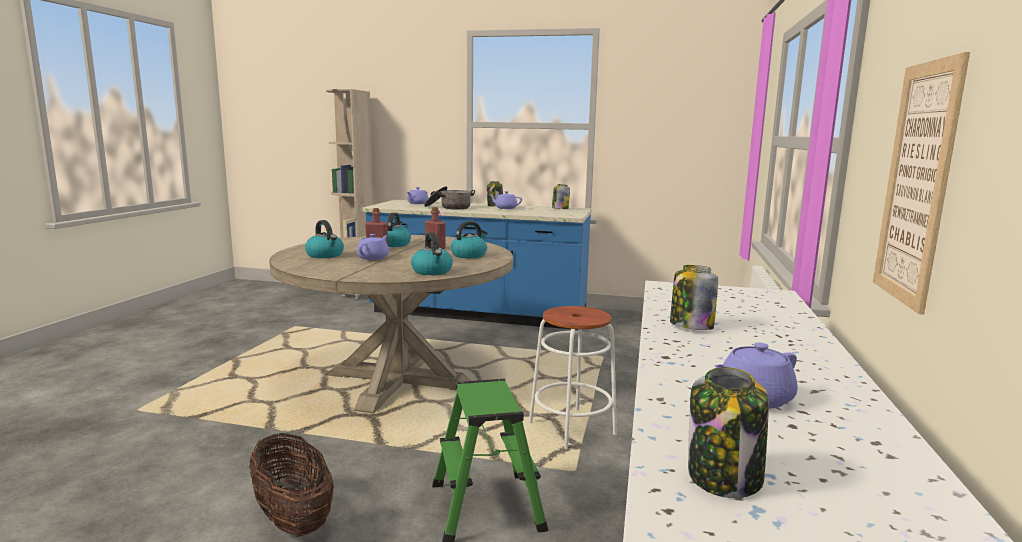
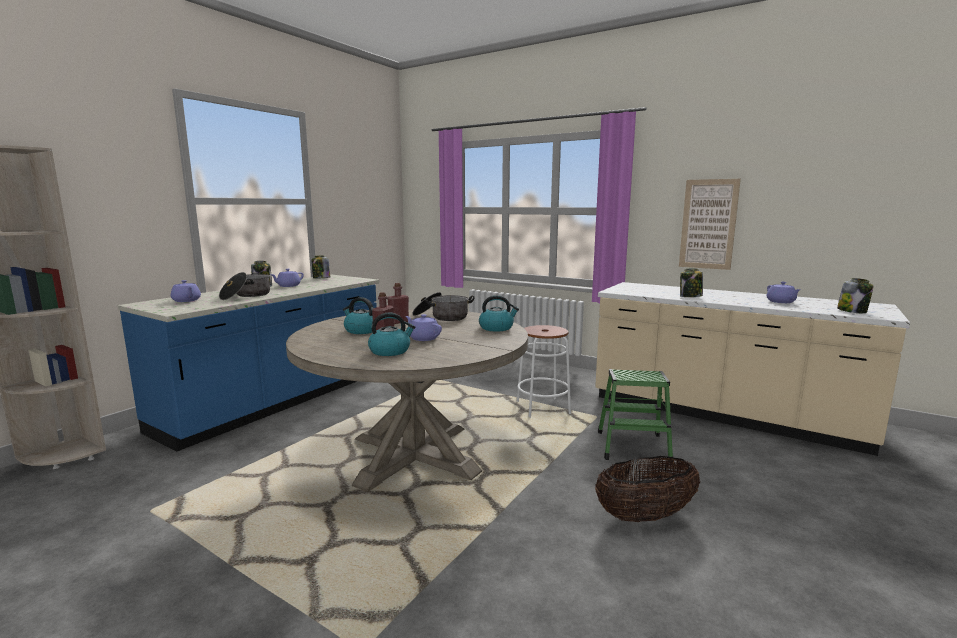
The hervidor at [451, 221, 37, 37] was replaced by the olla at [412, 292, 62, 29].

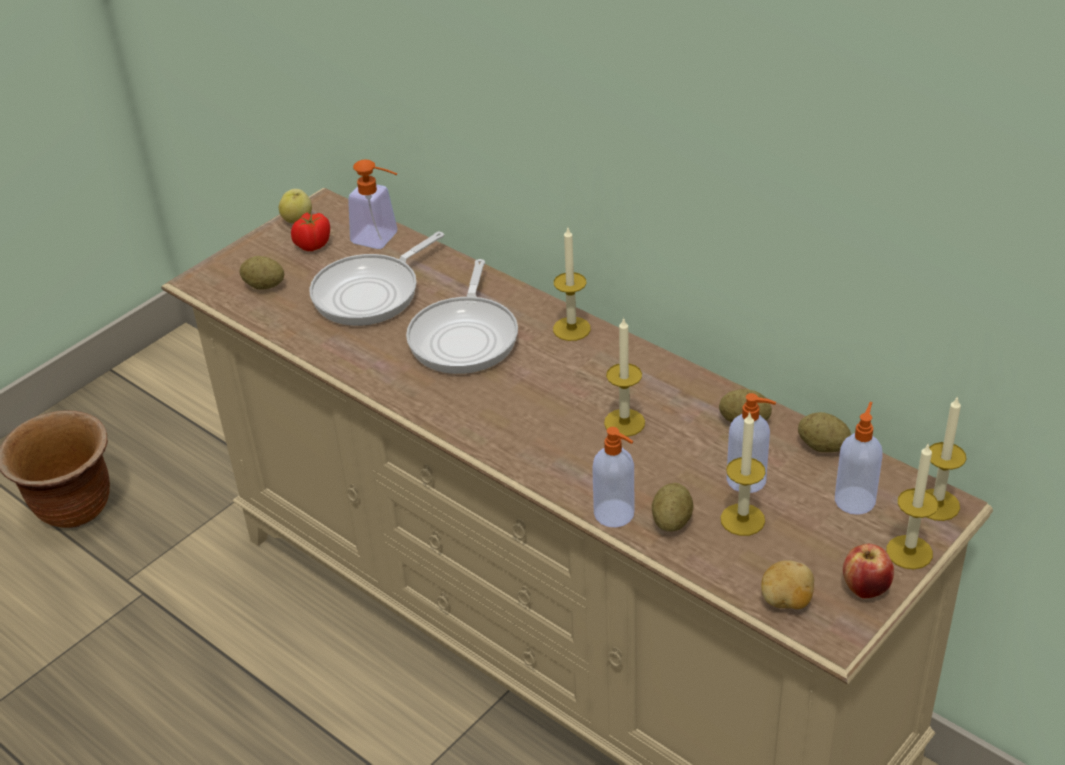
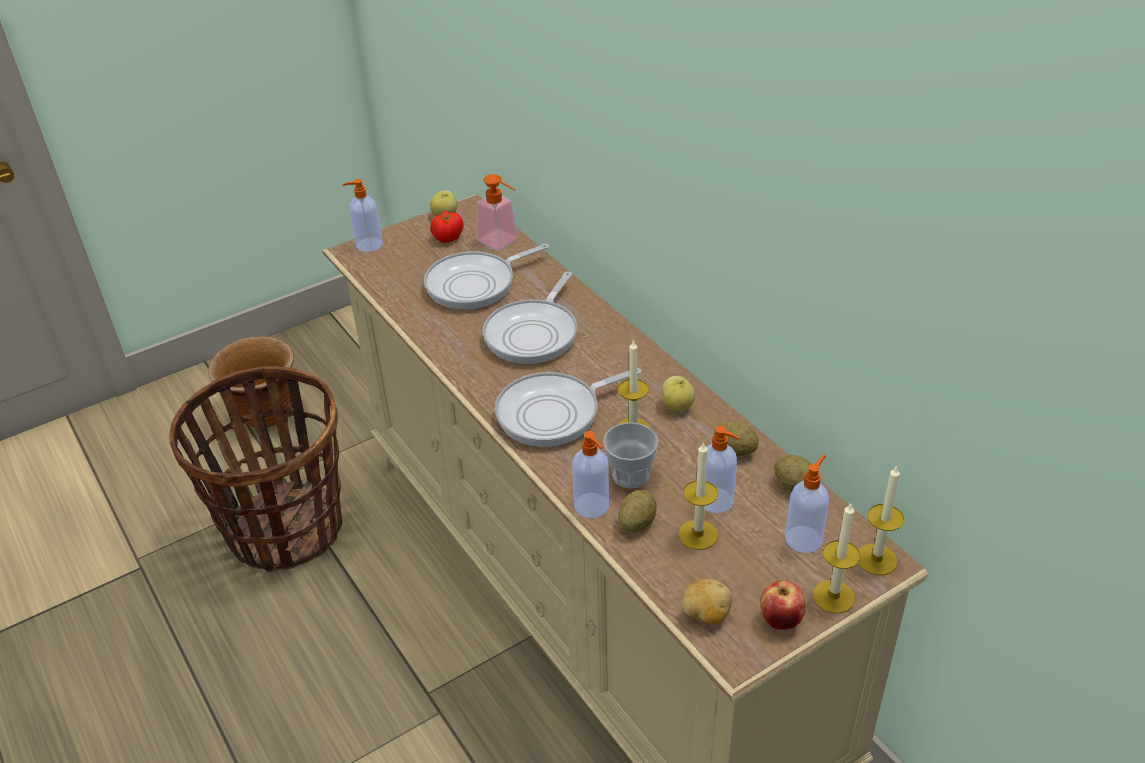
The patata at [240, 256, 44, 34] disappeared.
The vela at [553, 228, 38, 113] disappeared.
The cesta at [169, 366, 173, 206] appeared.
The dispensador de jabón at [342, 179, 41, 73] appeared.
The sartén at [495, 368, 146, 79] appeared.
The taza at [603, 422, 56, 67] appeared.
The manzana at [661, 376, 34, 36] appeared.

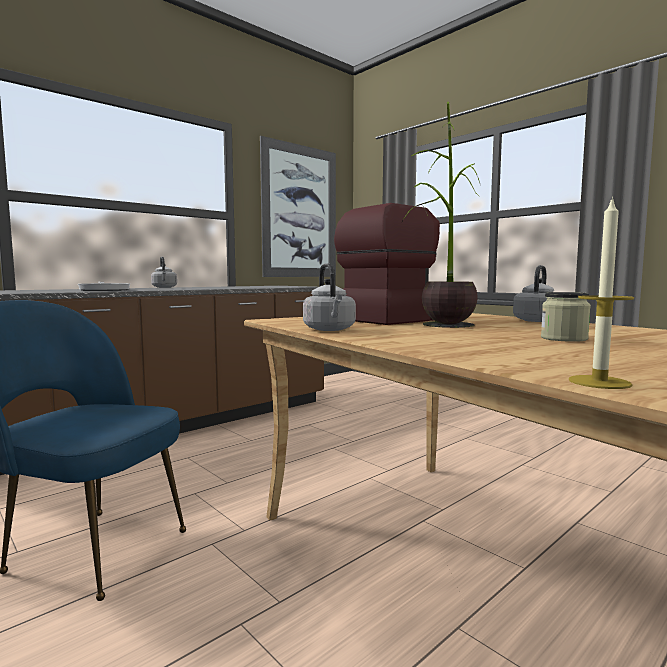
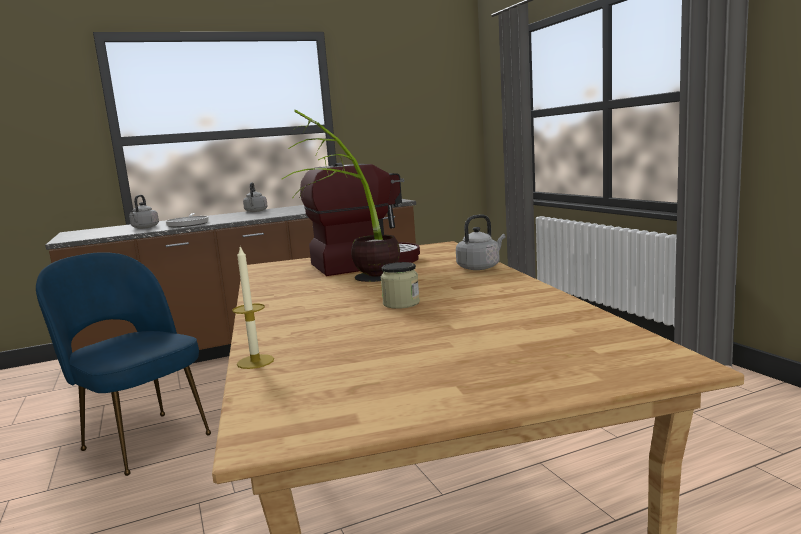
The cuadro at [260, 136, 76, 141] disappeared.
The hervidor (gris) moved from [303, 263, 53, 68] to [129, 195, 30, 34].

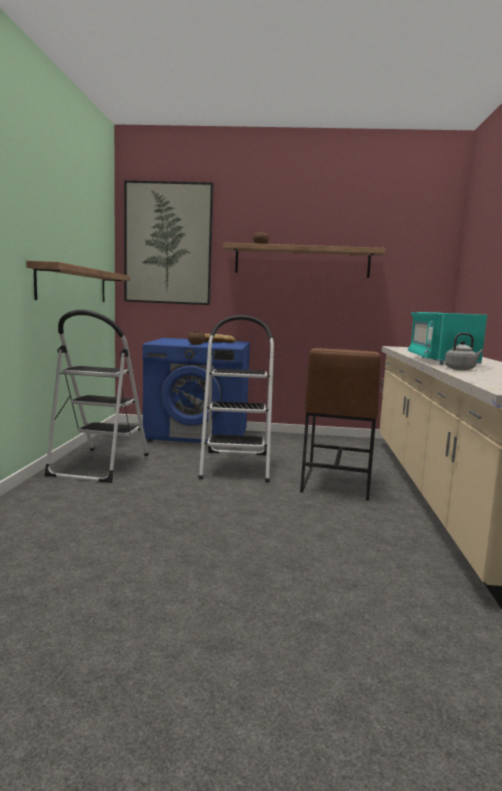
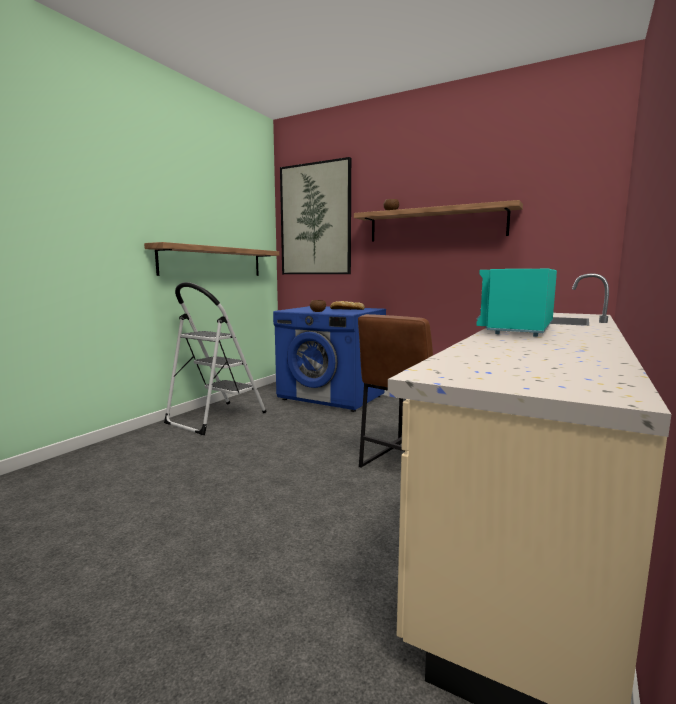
The escalera de tijera at [198, 315, 76, 167] disappeared.
The hervidor (gris) at [445, 333, 38, 37] disappeared.

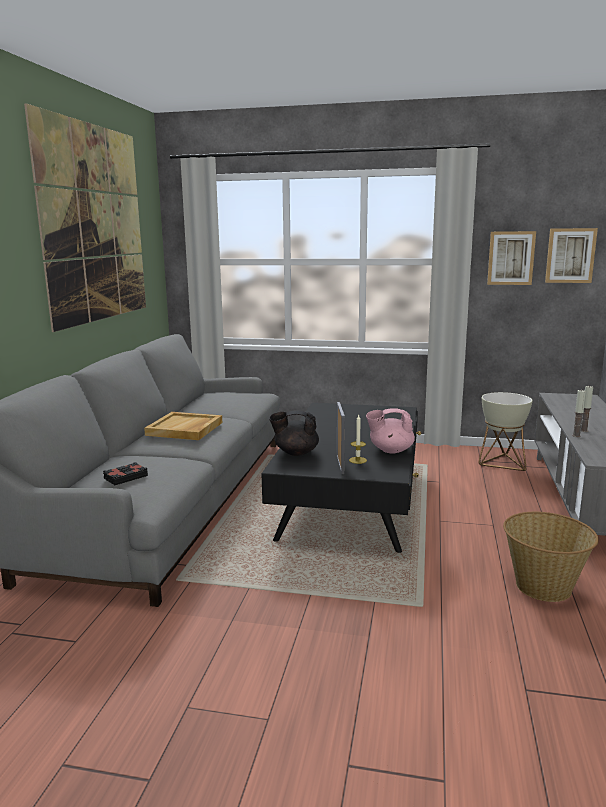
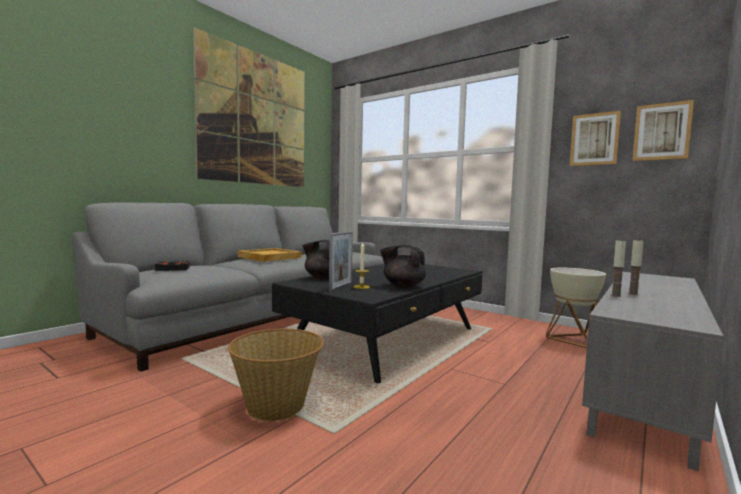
The cesta moved from [503, 512, 96, 90] to [228, 329, 96, 92].
The tetera (rosa) at [366, 408, 49, 46] became the tetera (negro) at [380, 245, 46, 43].

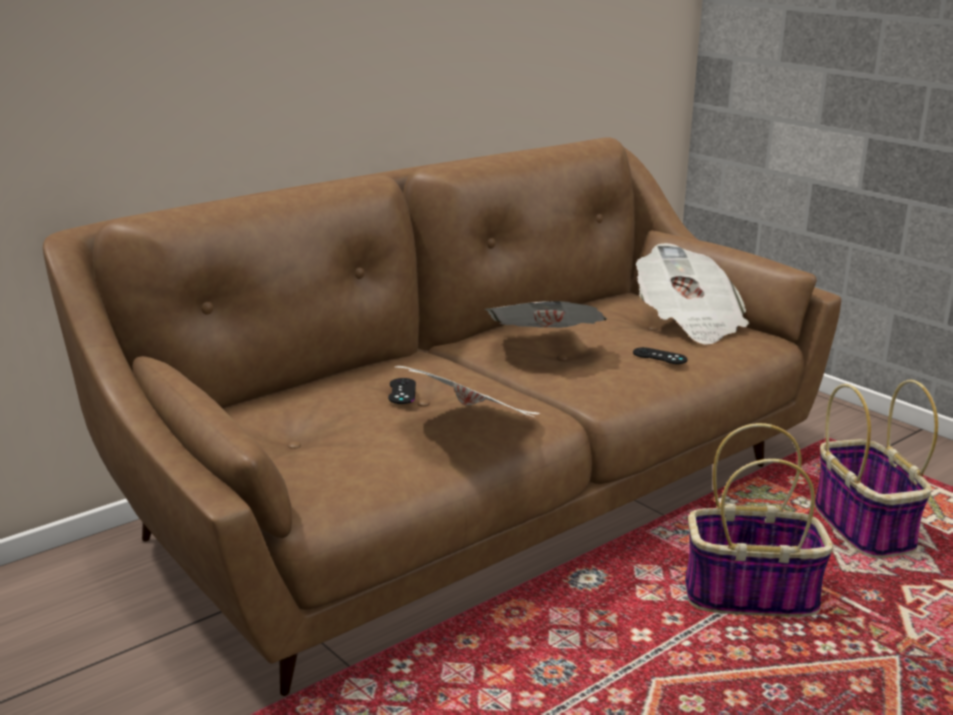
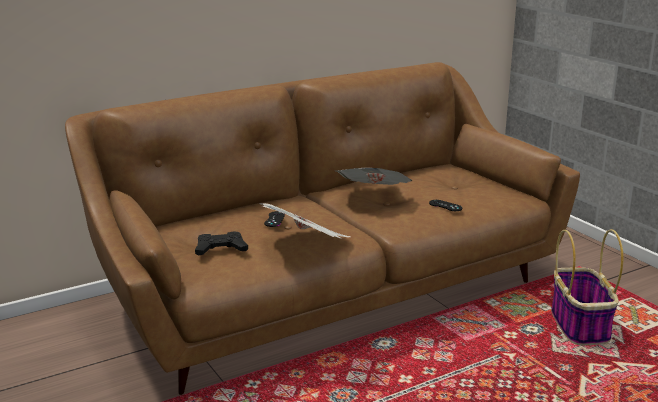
The periódico at [636, 243, 113, 102] disappeared.
The cesta at [685, 423, 148, 194] disappeared.
The mando de consola (negro) at [195, 231, 53, 25] appeared.

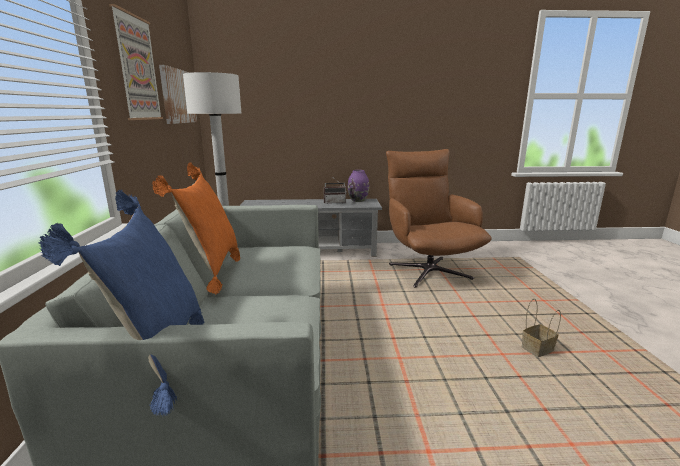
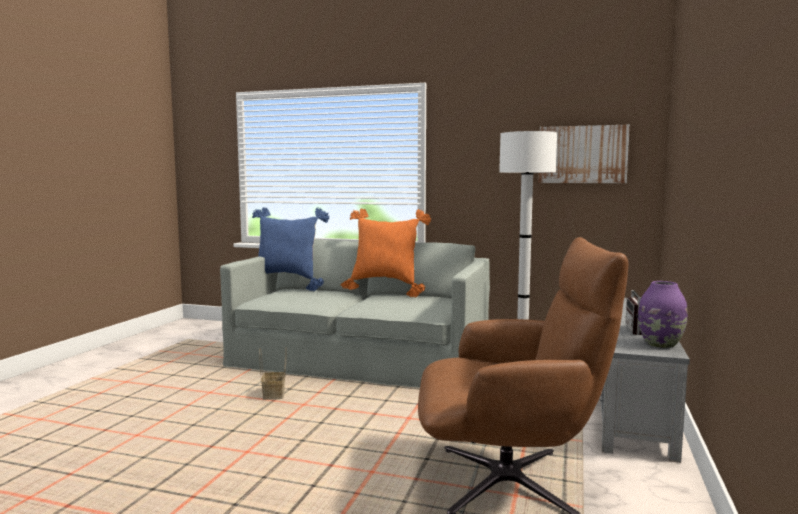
The cuadro at [109, 4, 54, 116] disappeared.
The cesta moved from [522, 298, 39, 59] to [259, 347, 28, 53].

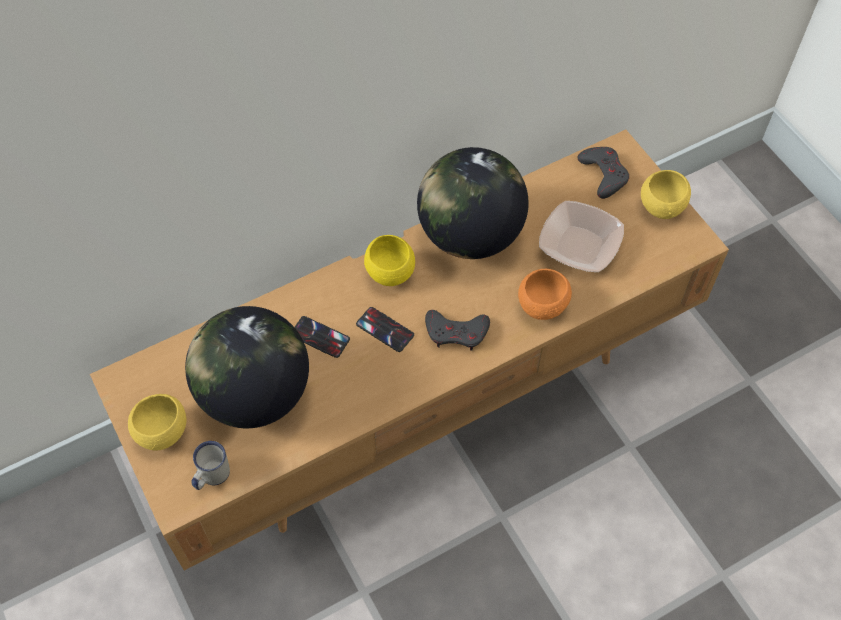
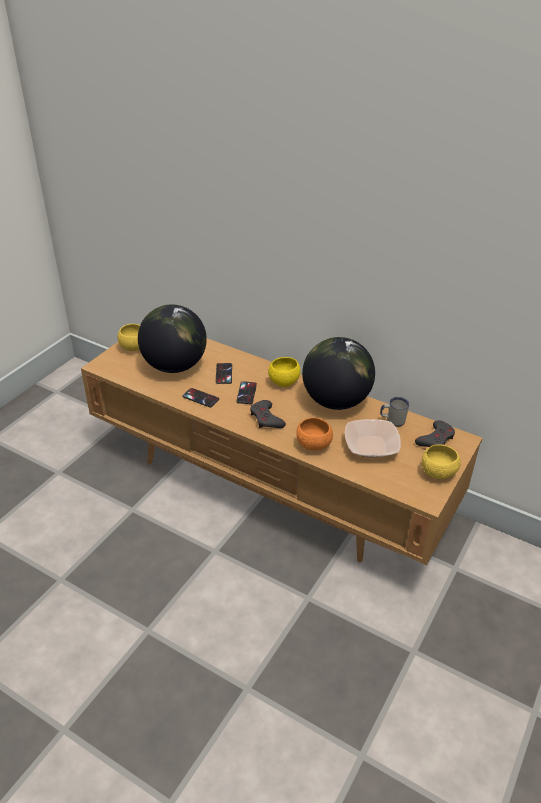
The móvil at [182, 388, 37, 19] appeared.
The taza grande (blanco) moved from [192, 441, 38, 49] to [380, 397, 29, 30].

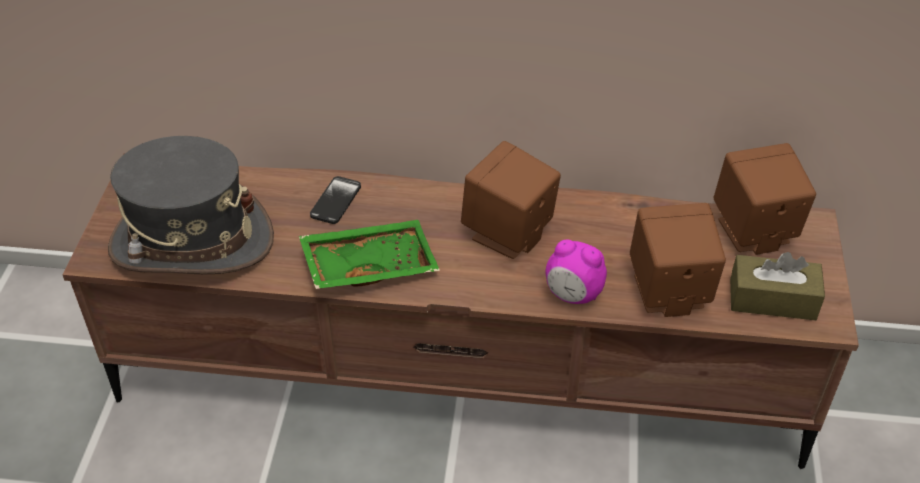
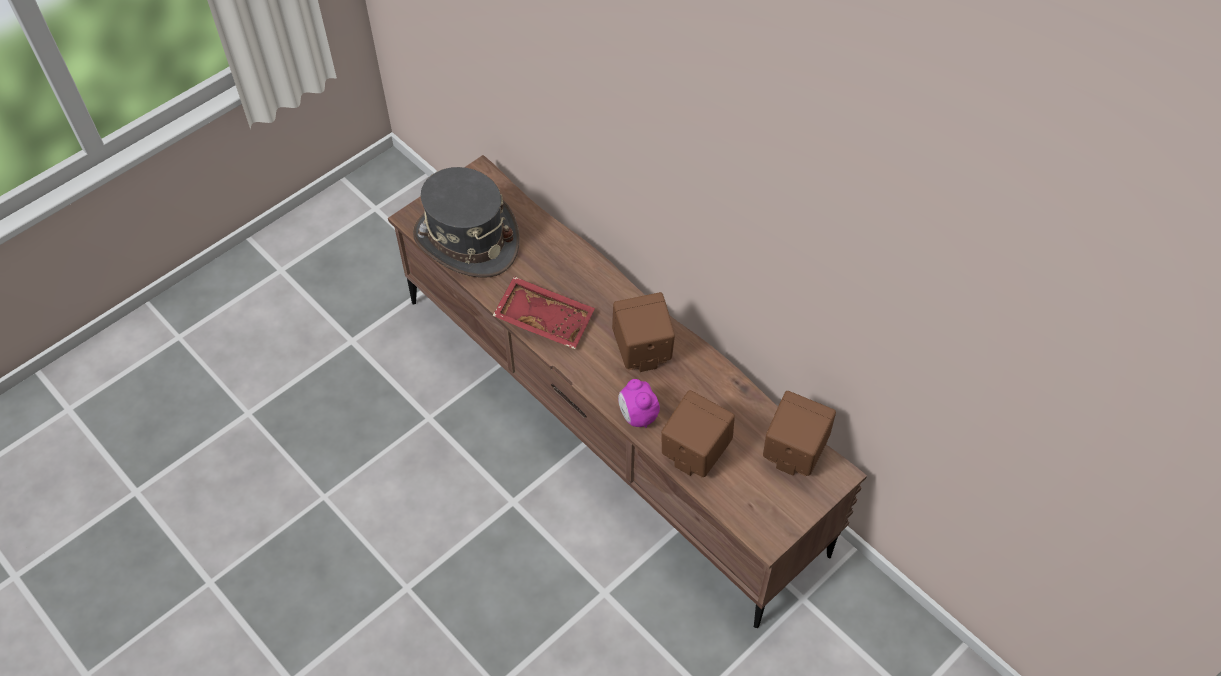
The móvil at [310, 176, 51, 48] disappeared.
The caja de pañuelos (marrón) at [730, 252, 95, 68] disappeared.
The bandeja (verde) at [299, 220, 141, 69] became the bandeja (rojo) at [493, 276, 102, 73].

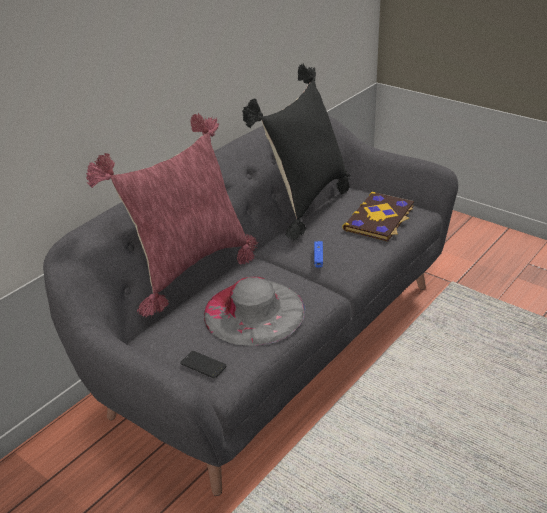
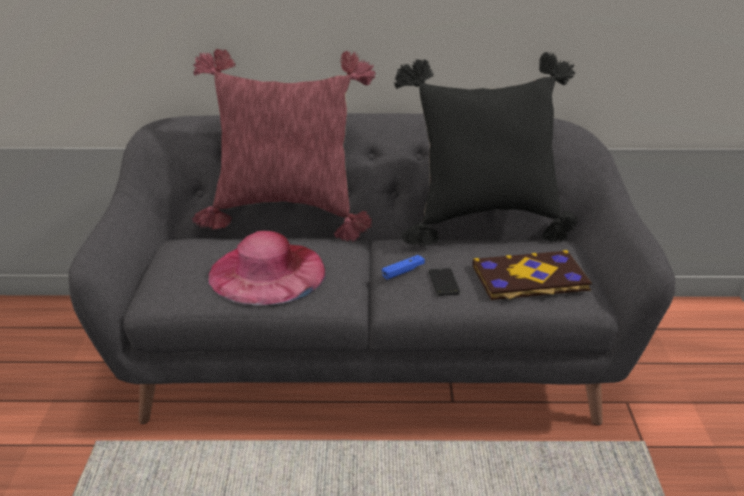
The móvil moved from [180, 351, 47, 28] to [429, 268, 31, 28].
The sombrero (gris) at [204, 277, 101, 69] became the sombrero (rosa) at [208, 231, 117, 74].

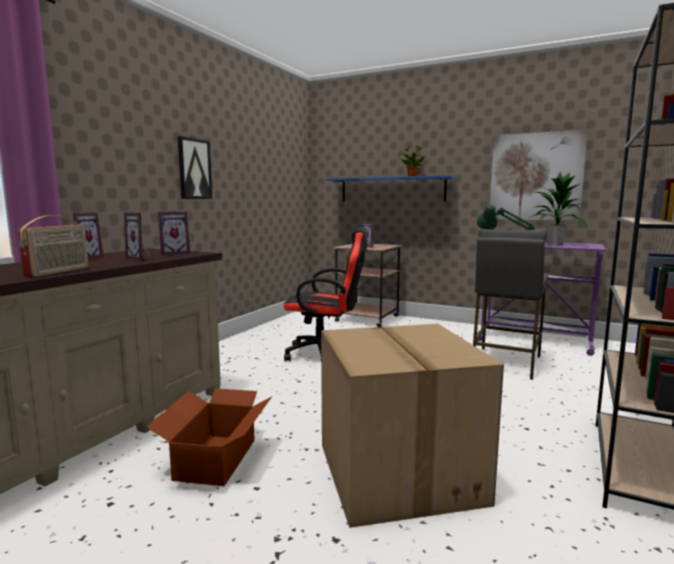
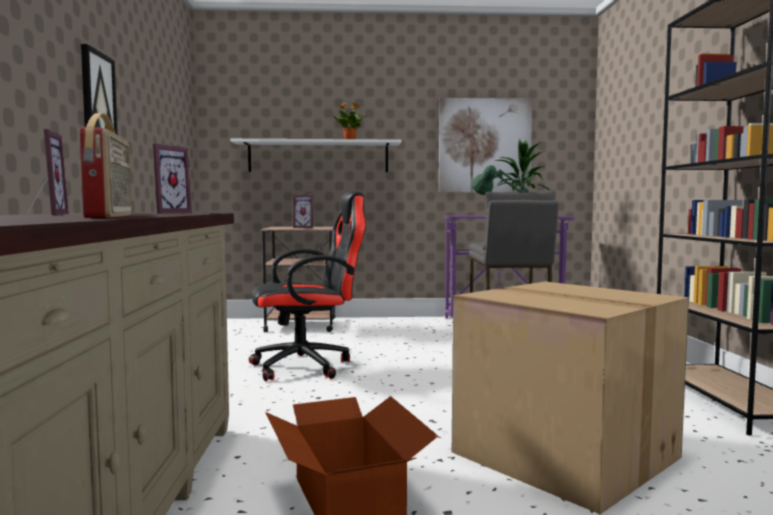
The portarretratos at [124, 212, 28, 49] disappeared.
The estante (azul) at [326, 175, 130, 27] became the estante (blanco) at [231, 139, 170, 33].

